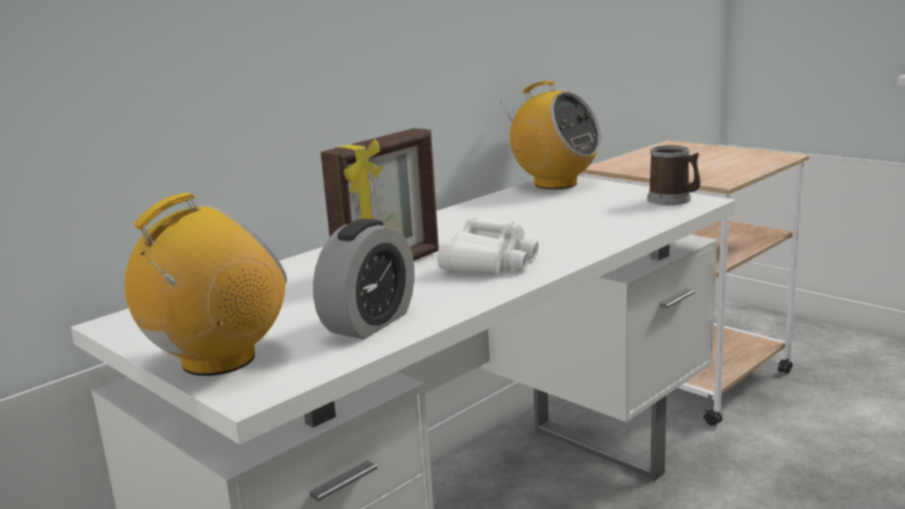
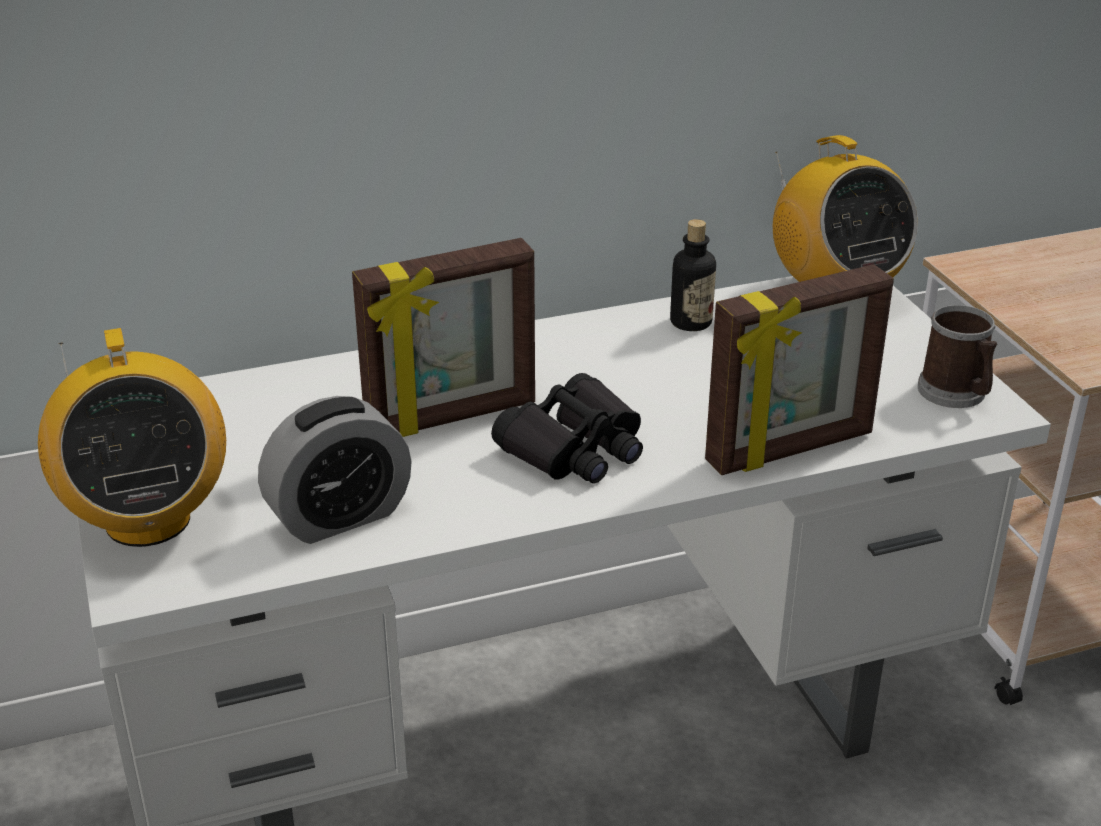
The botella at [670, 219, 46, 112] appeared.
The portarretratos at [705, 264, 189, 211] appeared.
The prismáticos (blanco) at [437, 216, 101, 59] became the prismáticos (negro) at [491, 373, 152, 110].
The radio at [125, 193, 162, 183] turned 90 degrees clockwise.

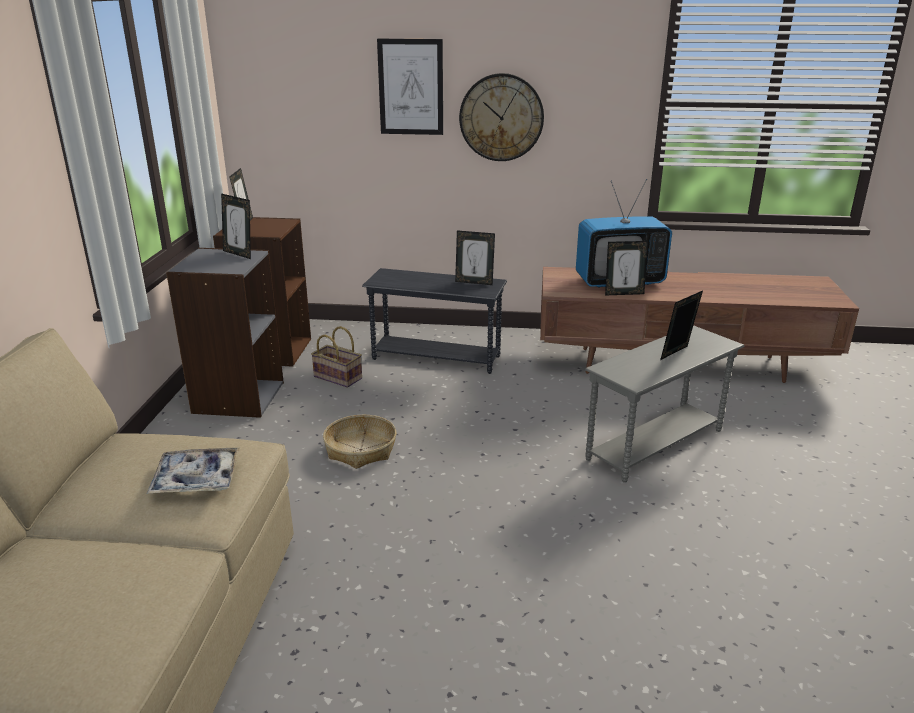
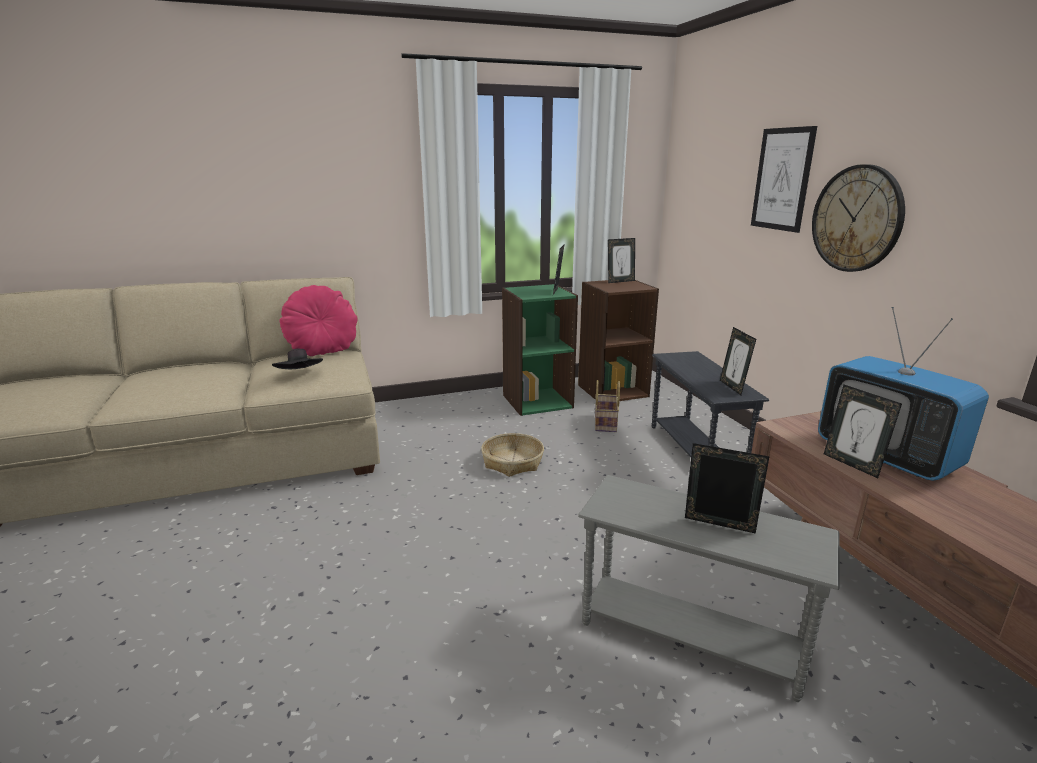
The cojín (rosa) at [279, 285, 78, 71] appeared.
The bandeja at [147, 448, 93, 46] was replaced by the sombrero (negro) at [272, 349, 51, 20].
The estantería (gris) at [166, 248, 118, 170] became the estantería (verde) at [502, 284, 76, 132].

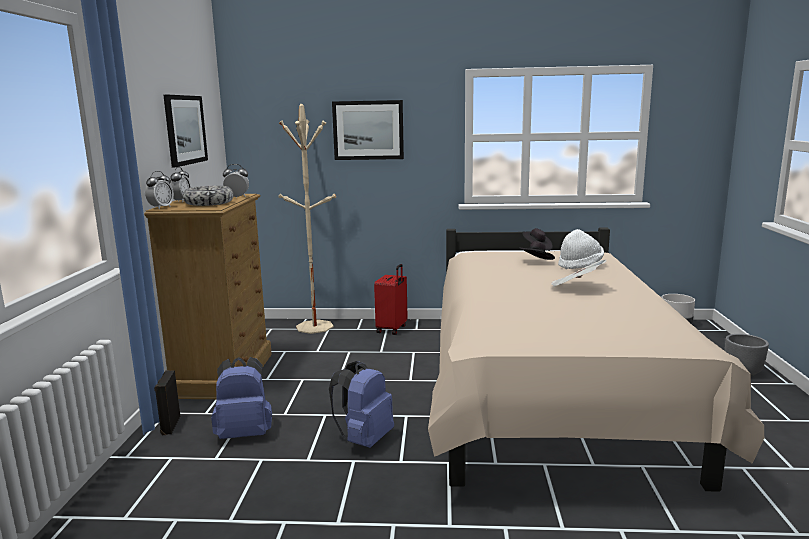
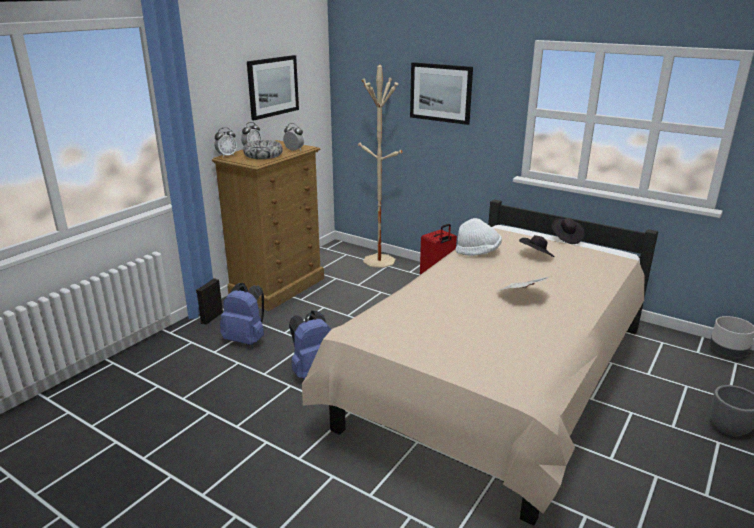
The sombrero (blanco) moved from [558, 229, 46, 40] to [455, 218, 47, 38].

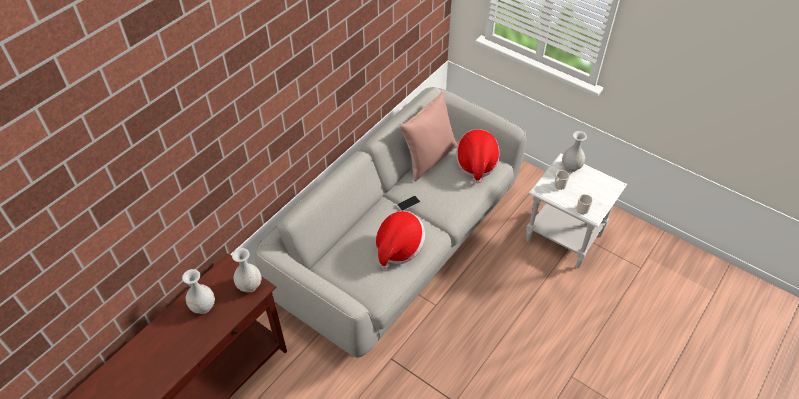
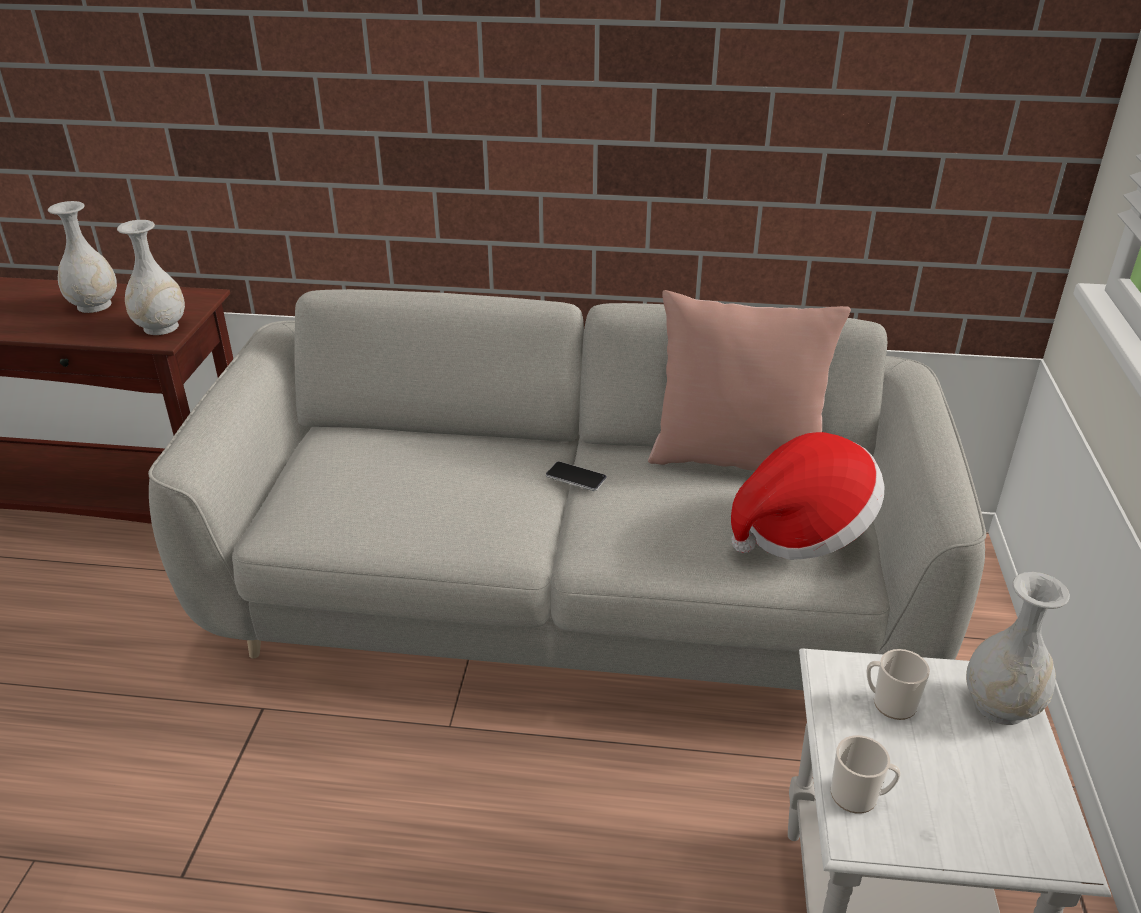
The sombrero at [376, 211, 49, 58] disappeared.

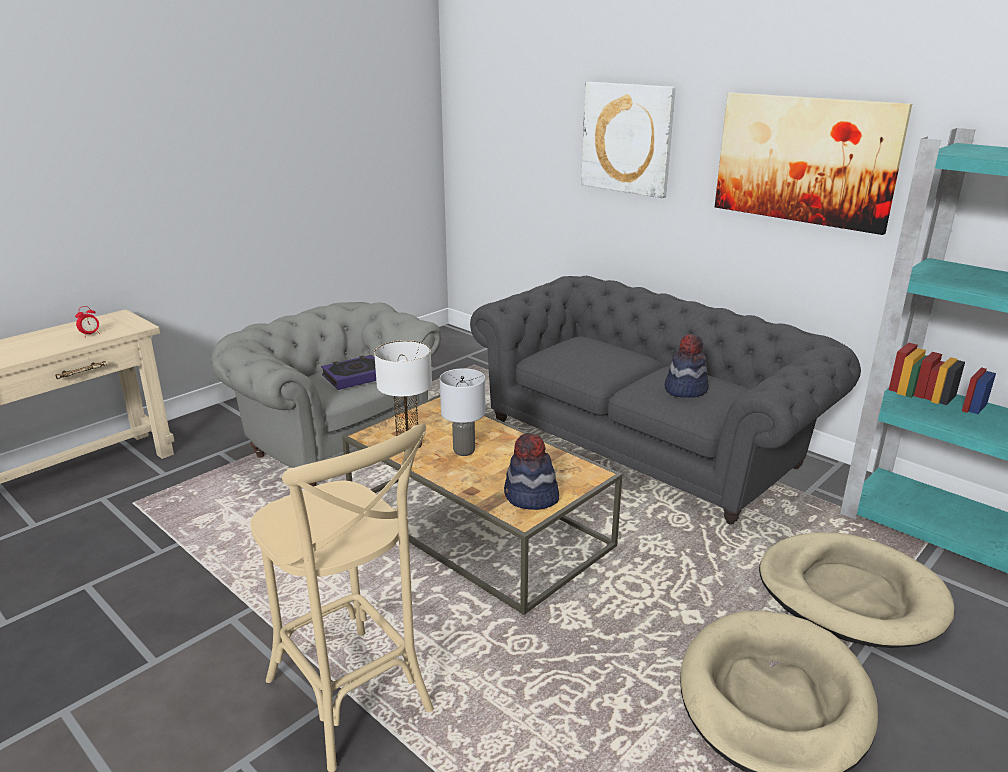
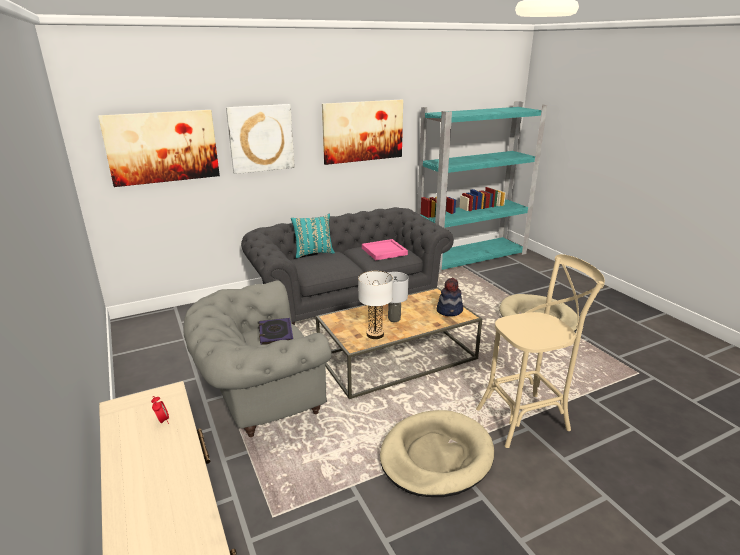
The cuadro at [98, 110, 122, 77] appeared.
The cojín (turquesa) at [291, 214, 44, 44] appeared.
The cama para perro (beis) moved from [759, 532, 195, 116] to [380, 410, 114, 87].
The sombrero at [665, 334, 44, 64] was replaced by the bandeja (rosa) at [362, 239, 46, 21].

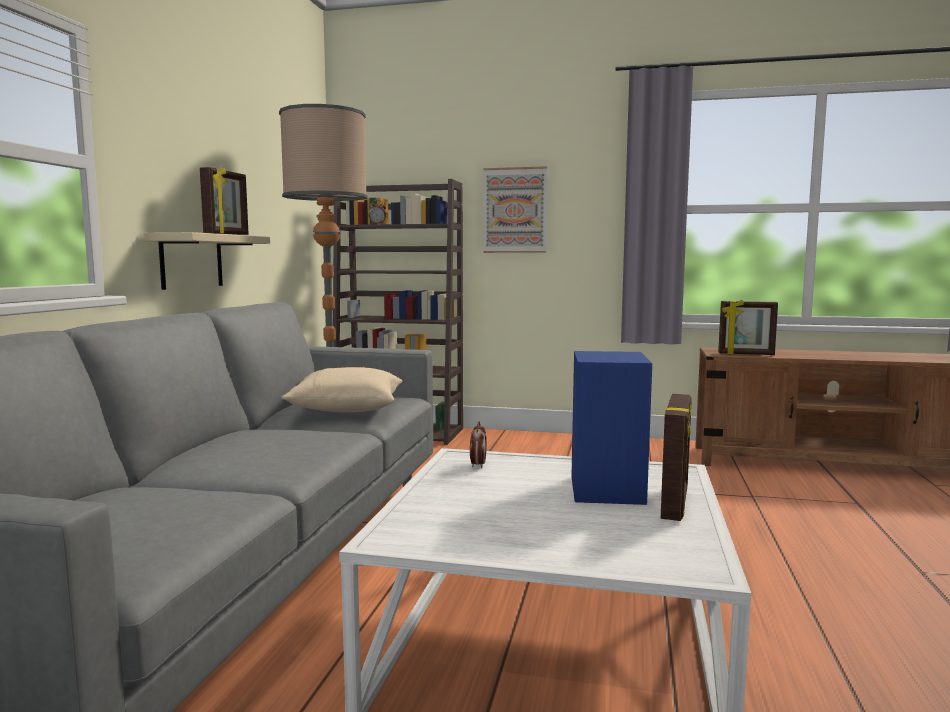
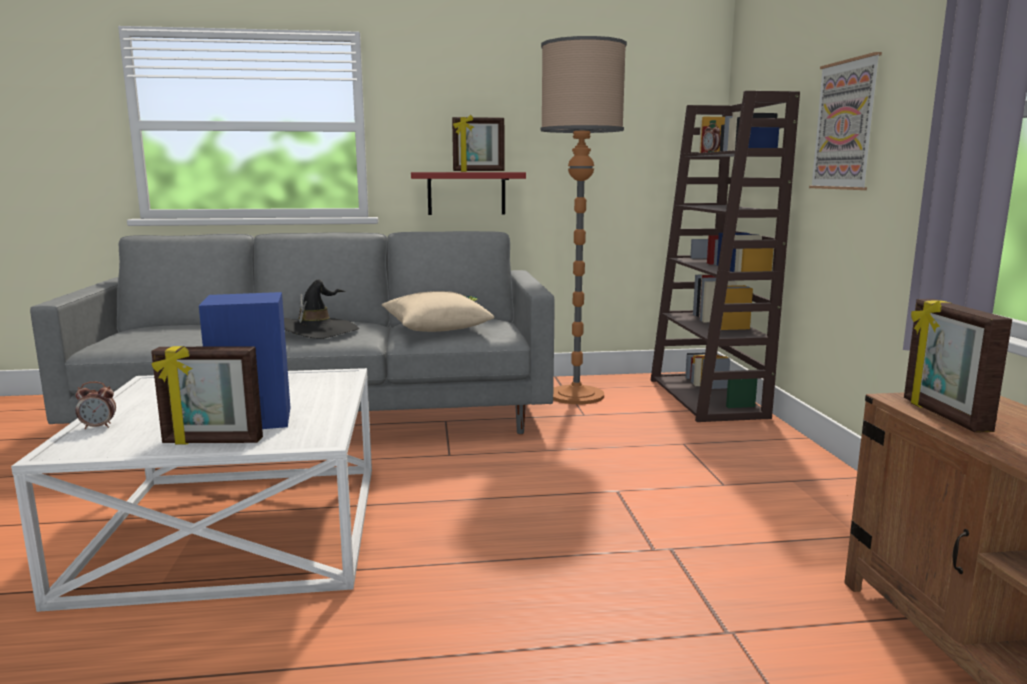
The sombrero (negro) at [284, 279, 75, 60] appeared.
The despertador moved from [470, 421, 17, 48] to [75, 382, 41, 47].
The estante (beis) at [144, 232, 126, 58] became the estante (rojo) at [411, 172, 115, 43].

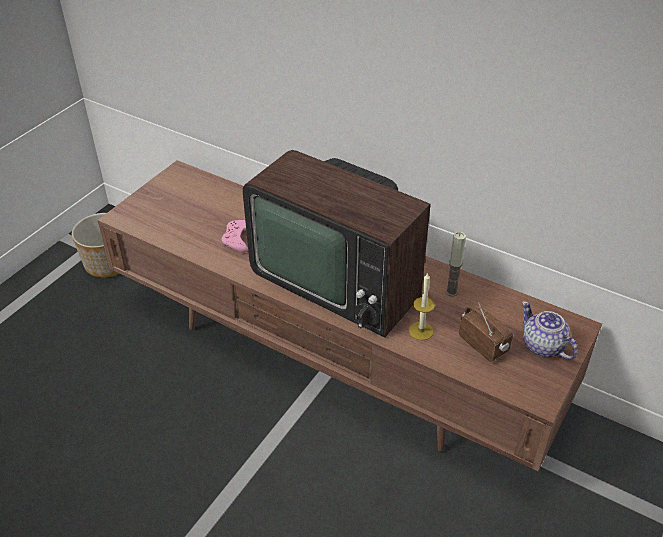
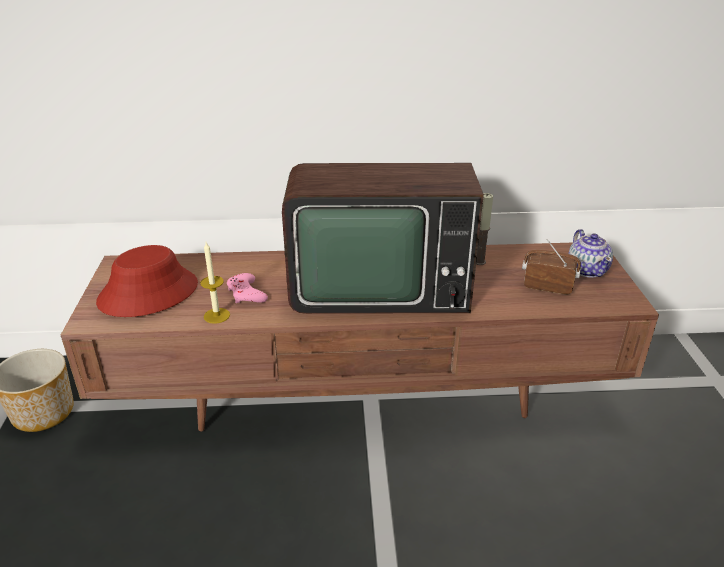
The sombrero (rojo) at [96, 245, 102, 72] appeared.
The vela moved from [409, 272, 26, 68] to [200, 242, 30, 82].
The tetera at [521, 301, 57, 58] turned 120 degrees counterclockwise.

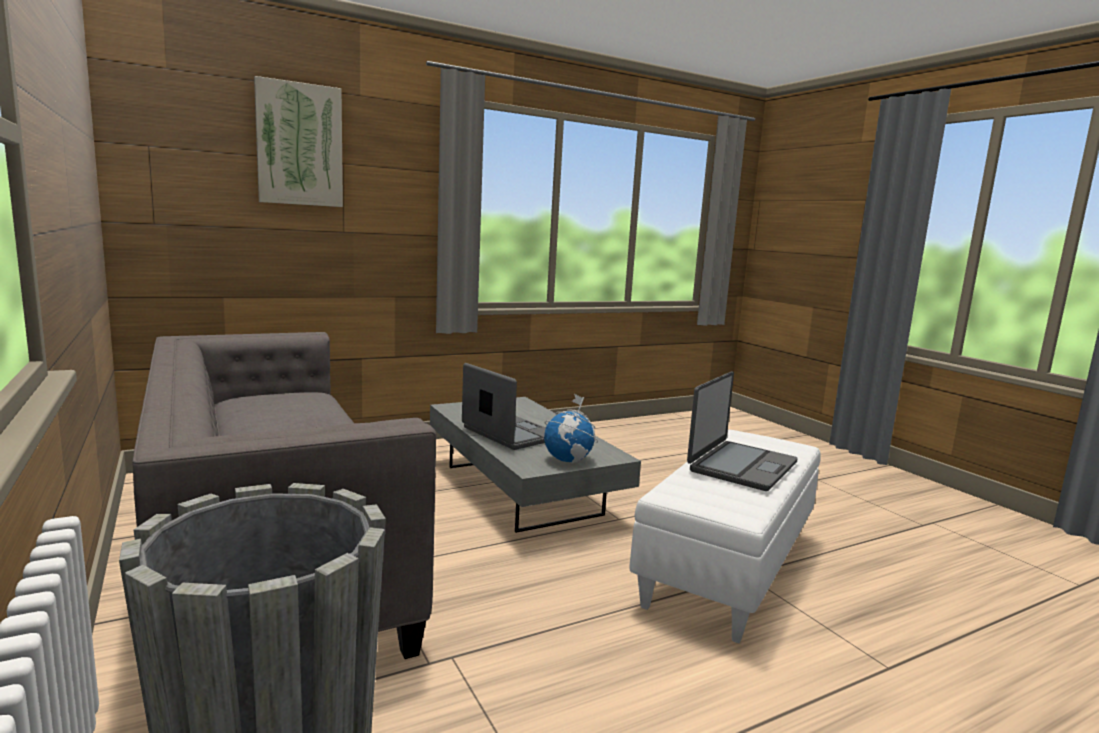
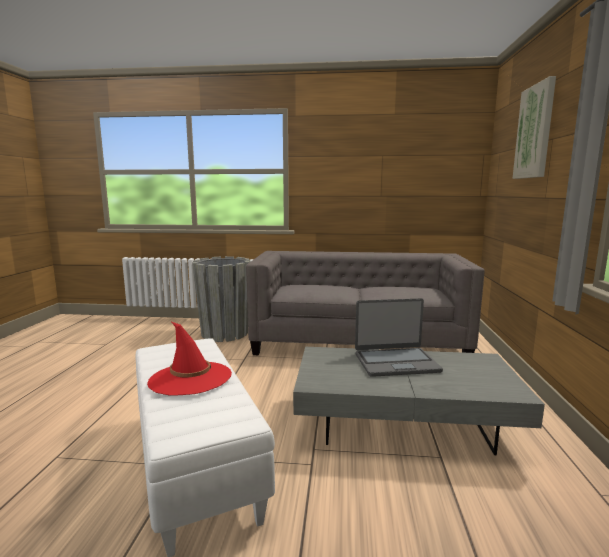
The globo terráqueo at [544, 394, 54, 69] disappeared.
The portátil at [687, 371, 111, 120] was replaced by the sombrero (rojo) at [147, 322, 85, 74].

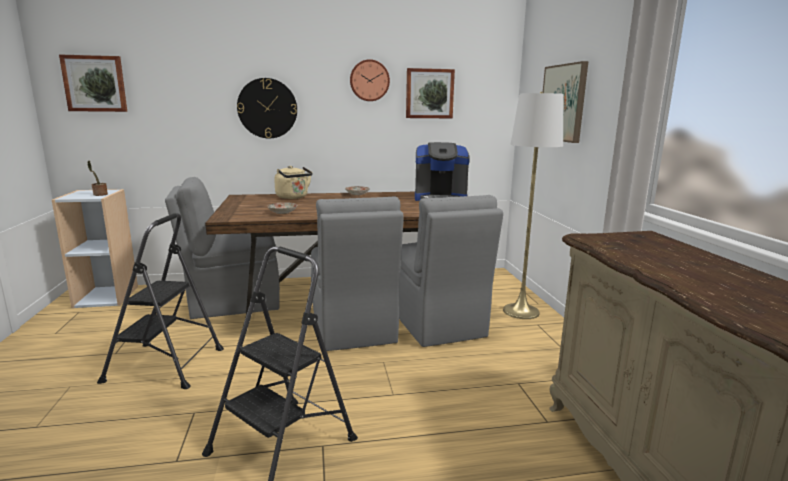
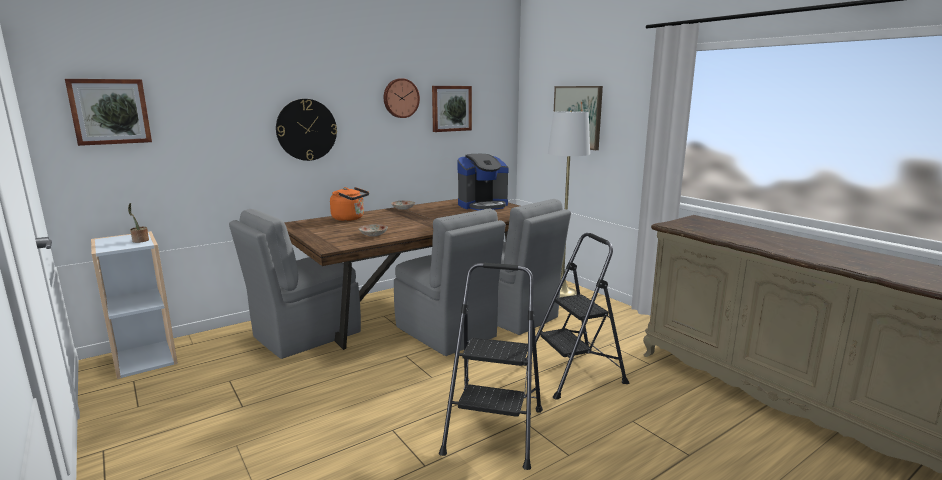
The escalera de tijera (negro) moved from [97, 213, 127, 176] to [523, 233, 106, 167].
The hervidor (beis) at [274, 166, 39, 33] became the hervidor (naranja) at [330, 187, 39, 34].

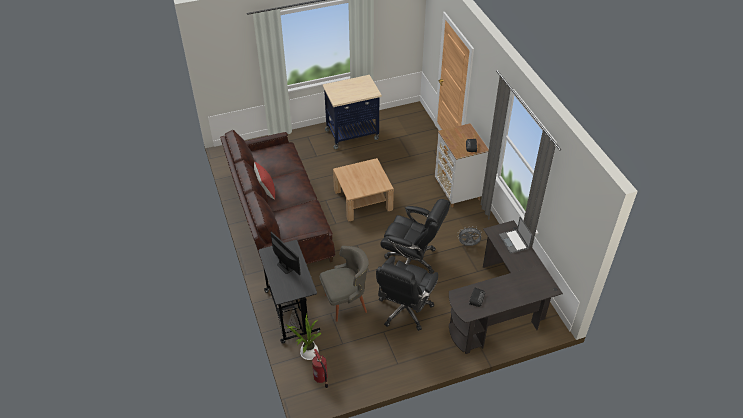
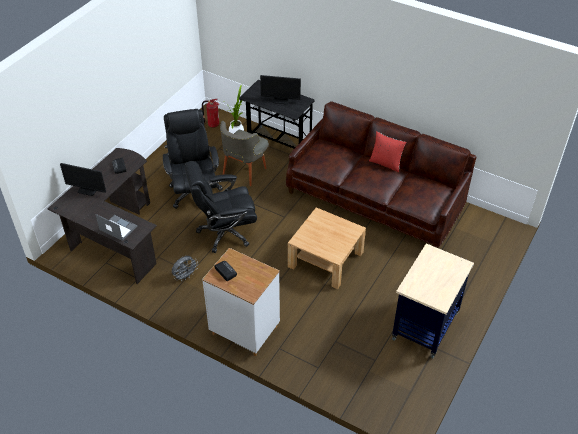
The monitor at [60, 163, 46, 33] appeared.

